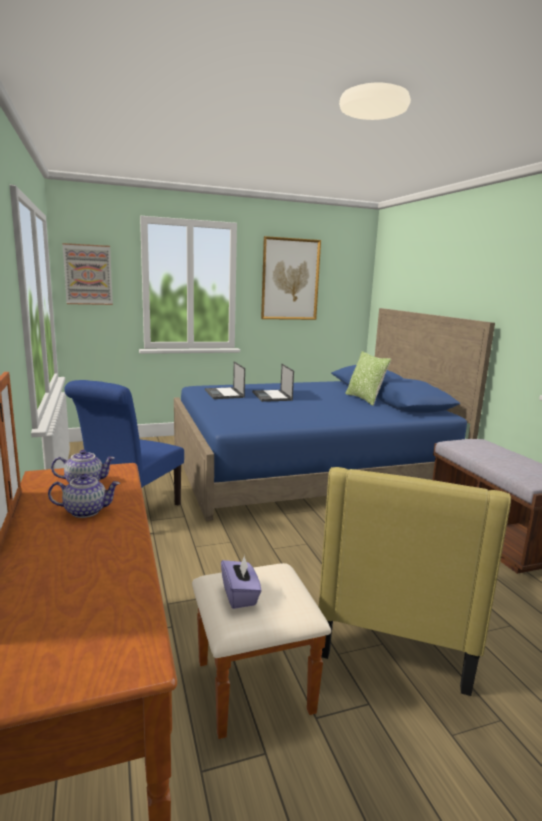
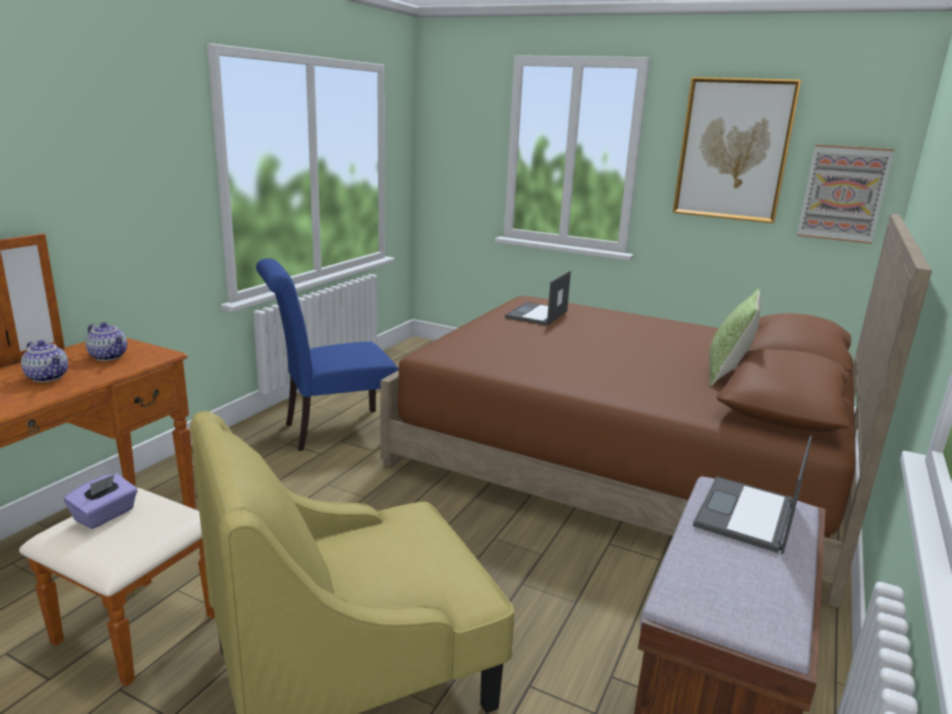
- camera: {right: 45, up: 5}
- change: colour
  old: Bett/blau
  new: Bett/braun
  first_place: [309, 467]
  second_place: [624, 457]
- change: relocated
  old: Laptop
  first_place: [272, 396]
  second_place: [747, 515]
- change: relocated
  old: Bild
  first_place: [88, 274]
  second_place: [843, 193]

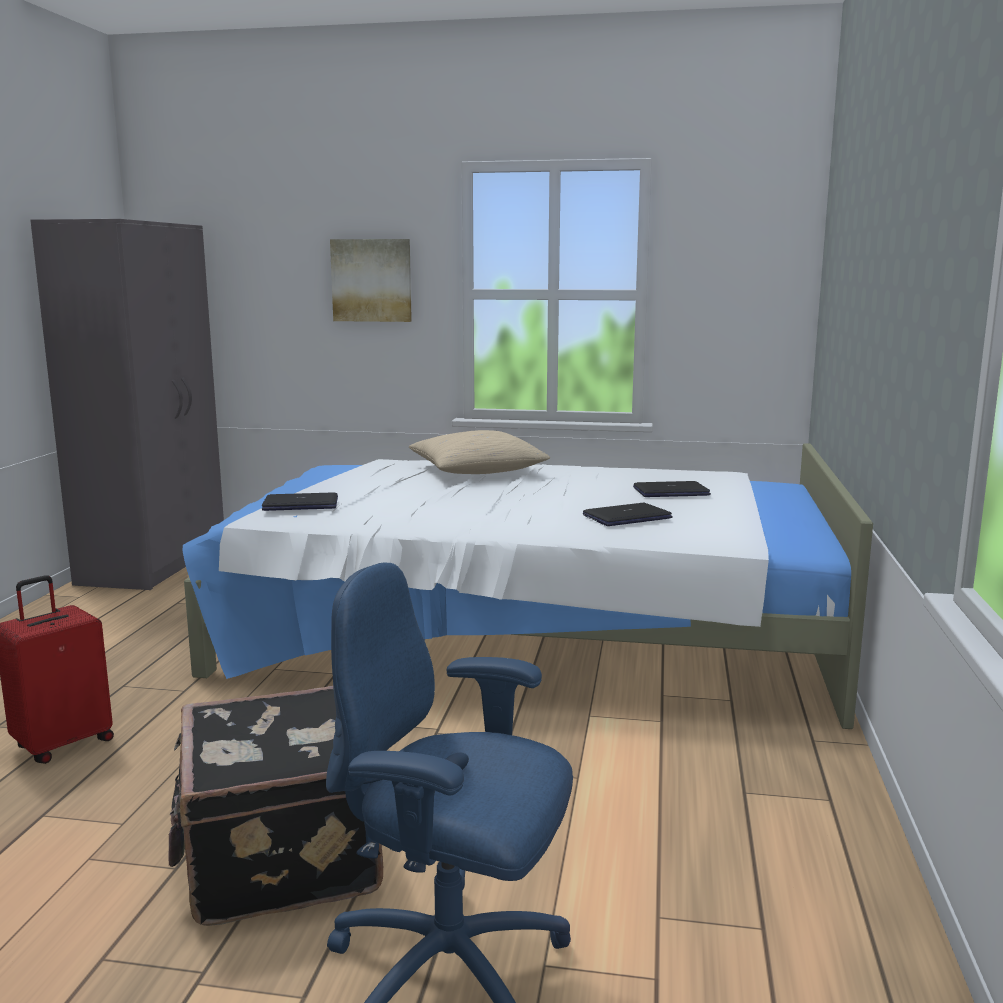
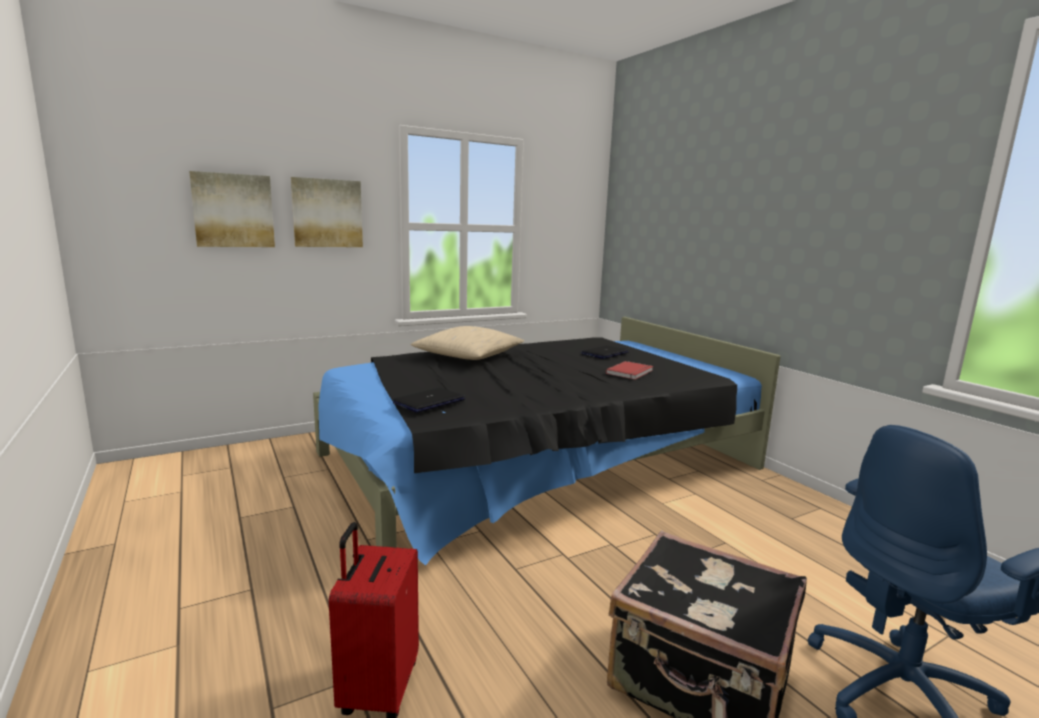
- camera: {right: -40, up: 0}
- change: appeared
  new: Bild
  second_place: [233, 210]
- change: colour
  old: Bett/weiß
  new: Bett/schwarz
  first_place: [525, 631]
  second_place: [537, 462]
- change: exchanged
  old: Laptop
  new: Buch/rot
  first_place: [627, 517]
  second_place: [631, 372]
- change: missing
  old: Kleiderschrank/grau
  first_place: [155, 563]

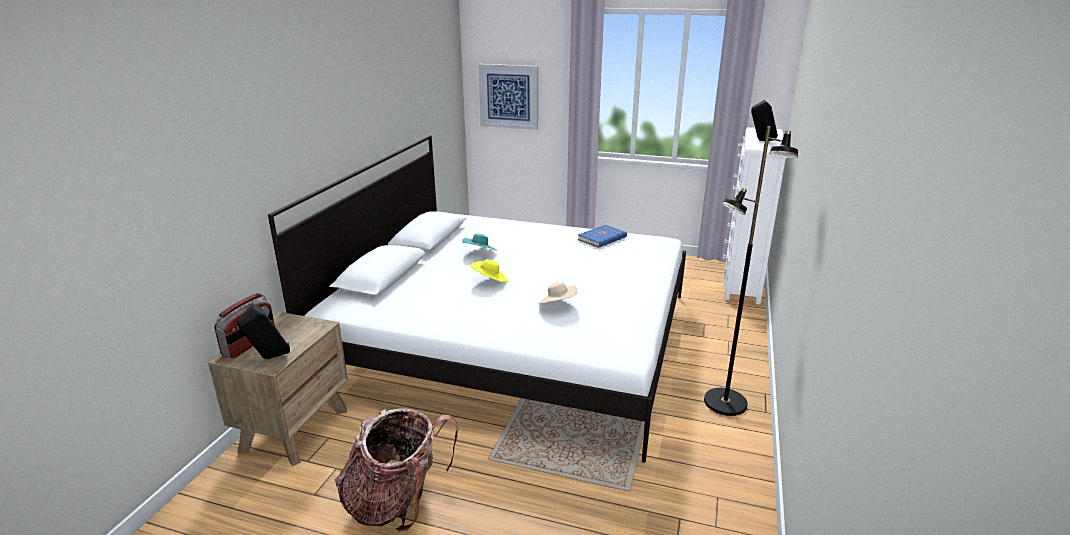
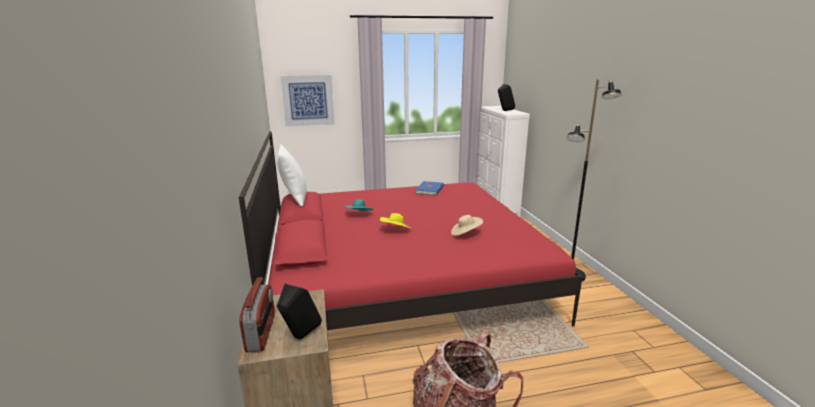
- camera: {right: -30, up: -5}
- change: colour
  old: Bett/weiß
  new: Bett/rot
  first_place: [514, 337]
  second_place: [401, 276]
- change: appeared
  new: Kissen/weiß
  second_place: [294, 198]

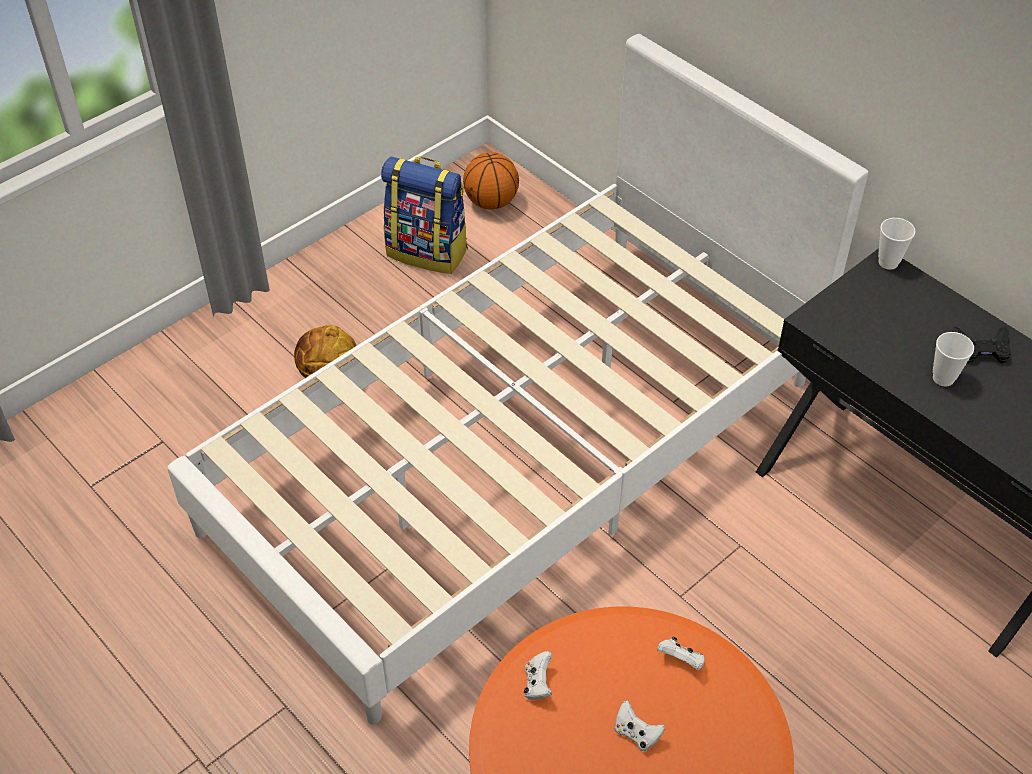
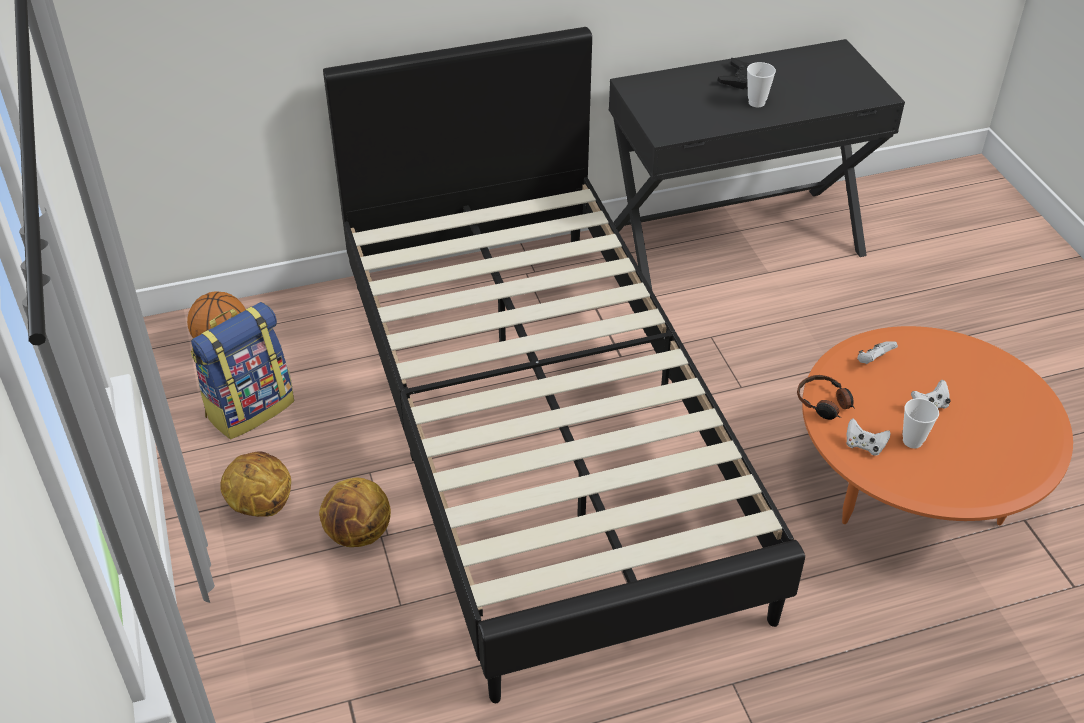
- camera: {right: -65, up: -5}
- change: appeared
  new: Basketball
  second_place: [260, 505]
- change: colour
  old: Bett/weiß
  new: Bett/schwarz
  first_place: [516, 453]
  second_place: [541, 431]
- change: appeared
  new: Kopfhörer
  second_place: [824, 403]
- change: relocated
  old: Tasse
  first_place: [888, 262]
  second_place: [912, 441]

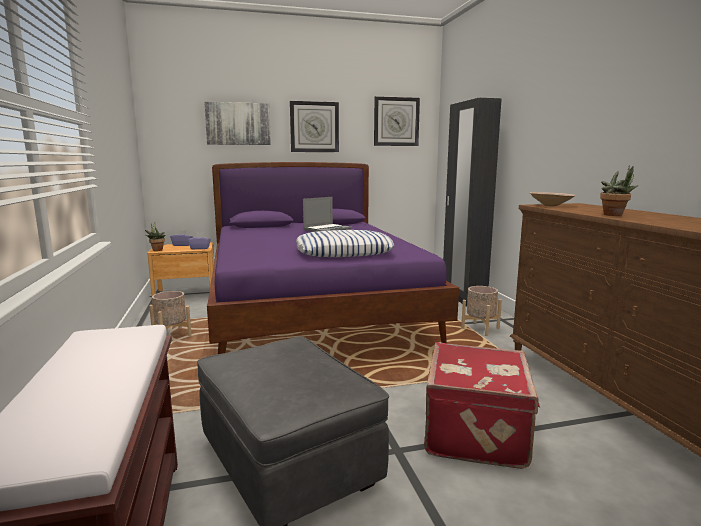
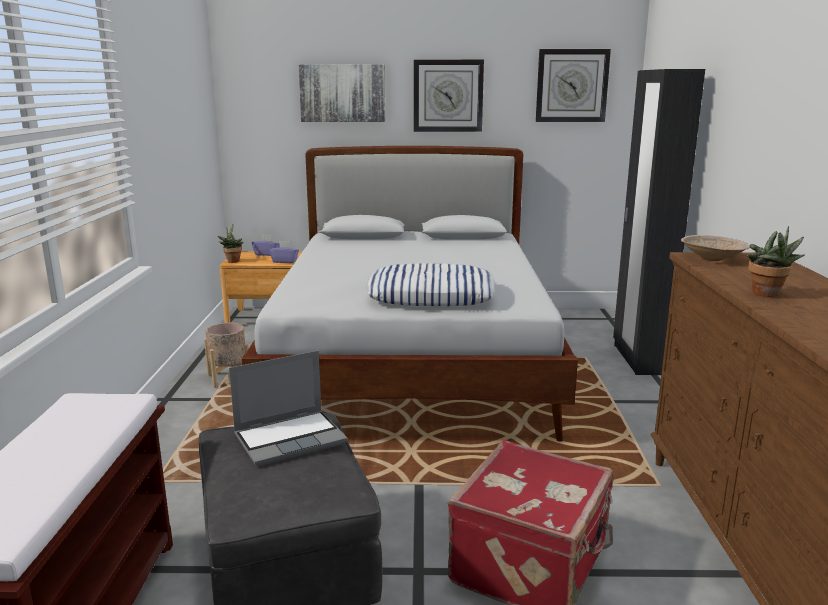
- camera: {right: 15, up: 5}
- change: relocated
  old: Laptop
  first_place: [327, 229]
  second_place: [291, 438]
- change: colour
  old: Bett/lila
  new: Bett/weiß
  first_place: [313, 313]
  second_place: [413, 362]
- change: missing
  old: Pflanzkübel/beige
  first_place: [480, 328]

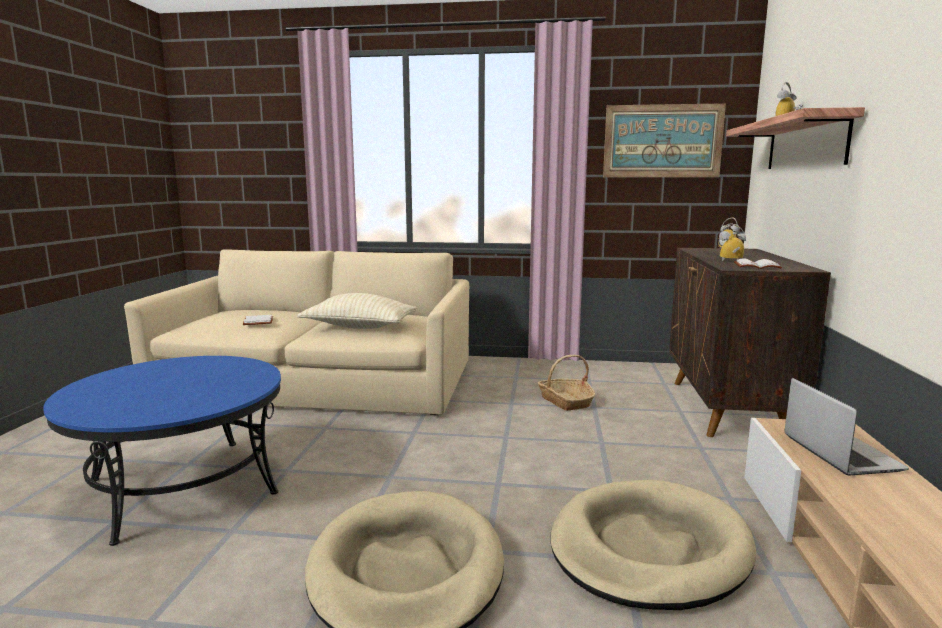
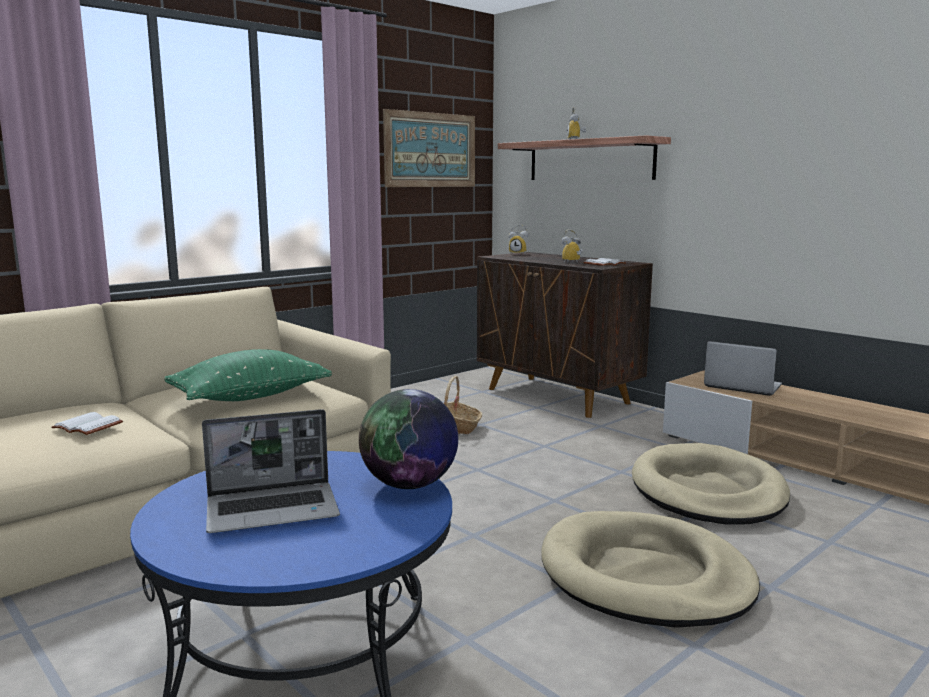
- camera: {right: -50, up: 0}
- change: colour
  old: Kissen/beige
  new: Kissen/grün
  first_place: [359, 327]
  second_place: [250, 397]
- change: appeared
  new: Laptop
  second_place: [274, 509]
- change: appeared
  new: Globus
  second_place: [409, 485]

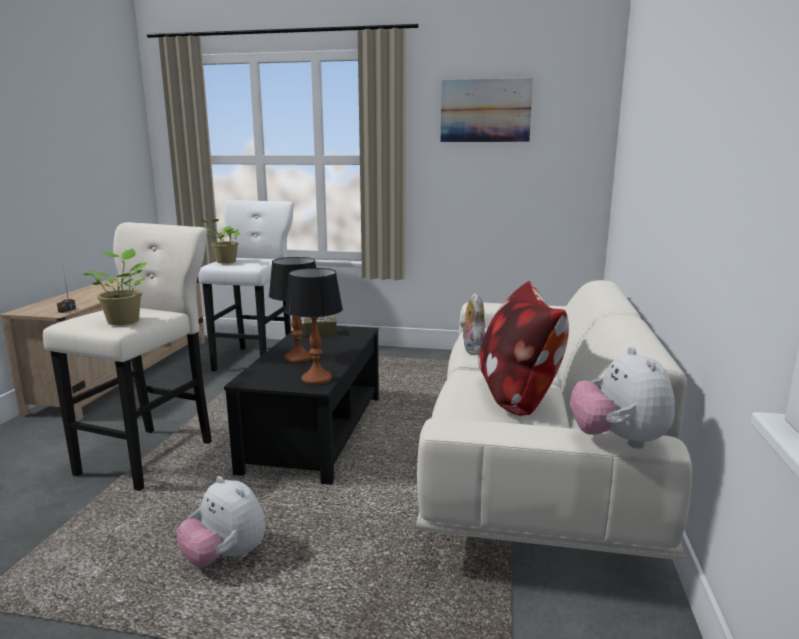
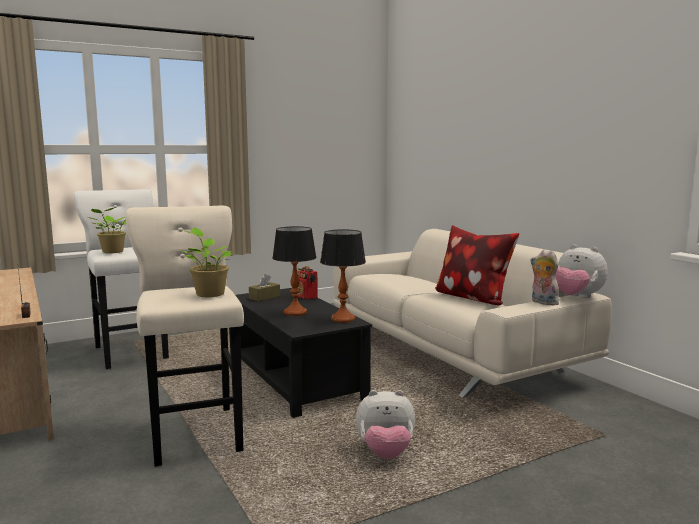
- camera: {right: -40, up: -5}
- change: appeared
  new: Radio
  second_place: [305, 297]
- change: relocated
  old: Plüschtier
  first_place: [472, 350]
  second_place: [542, 302]
- change: missing
  old: Bild
  first_place: [485, 111]

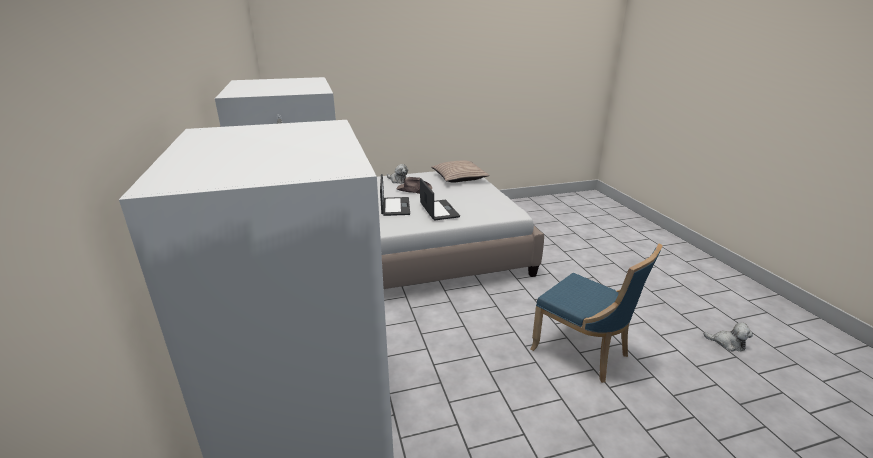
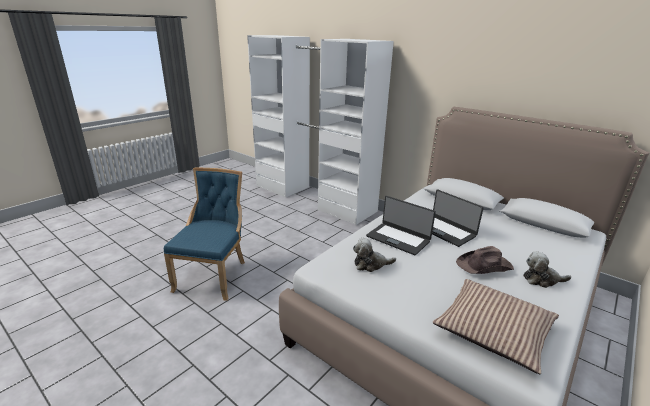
- camera: {right: 145, up: 0}
- change: spun
  old: Stuhl/blau
  first_place: [584, 352]
  second_place: [214, 275]
  degrees: 90
- change: relocated
  old: Plüschtier
  first_place: [727, 343]
  second_place: [370, 264]

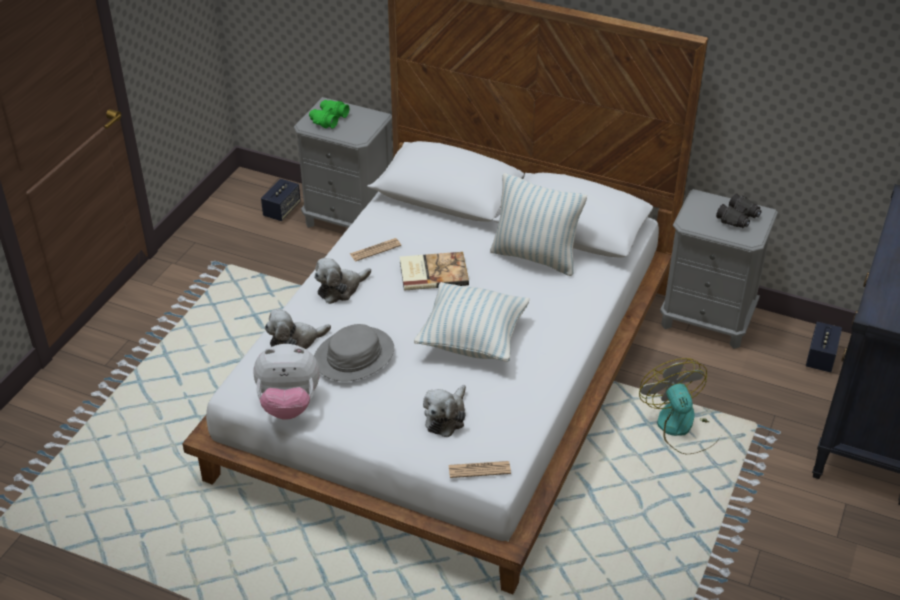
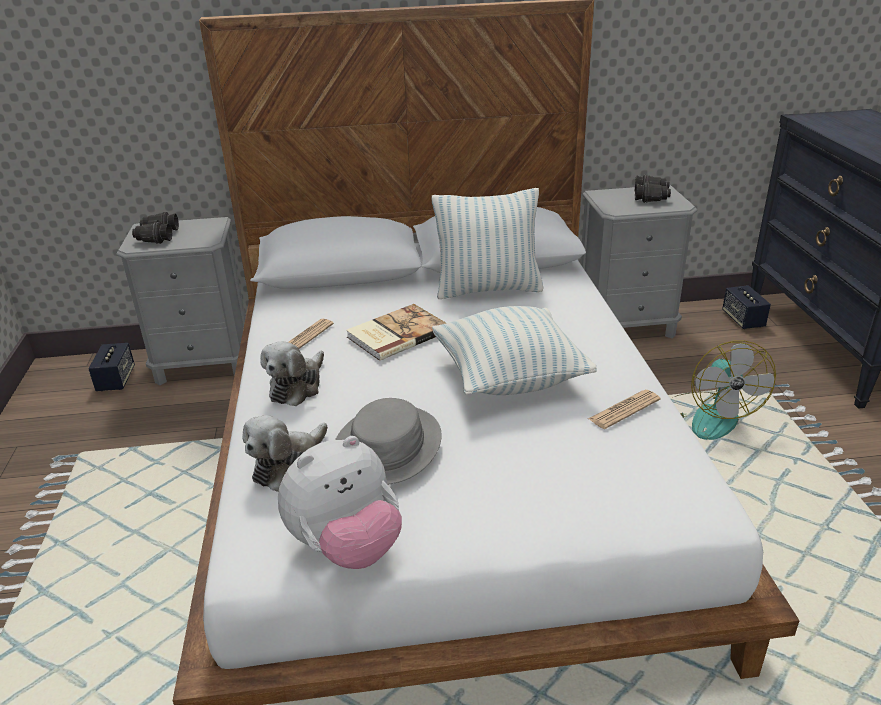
- camera: {right: -30, up: -10}
- change: colour
  old: Fernglas/grün
  new: Fernglas/schwarz
  first_place: [328, 119]
  second_place: [157, 236]
- change: relocated
  old: Zeitung
  first_place: [479, 470]
  second_place: [624, 410]
- change: spun
  old: Ventilator
  first_place: [681, 428]
  second_place: [708, 415]
  degrees: -135
- change: missing
  old: Plüschtier
  first_place: [446, 417]

